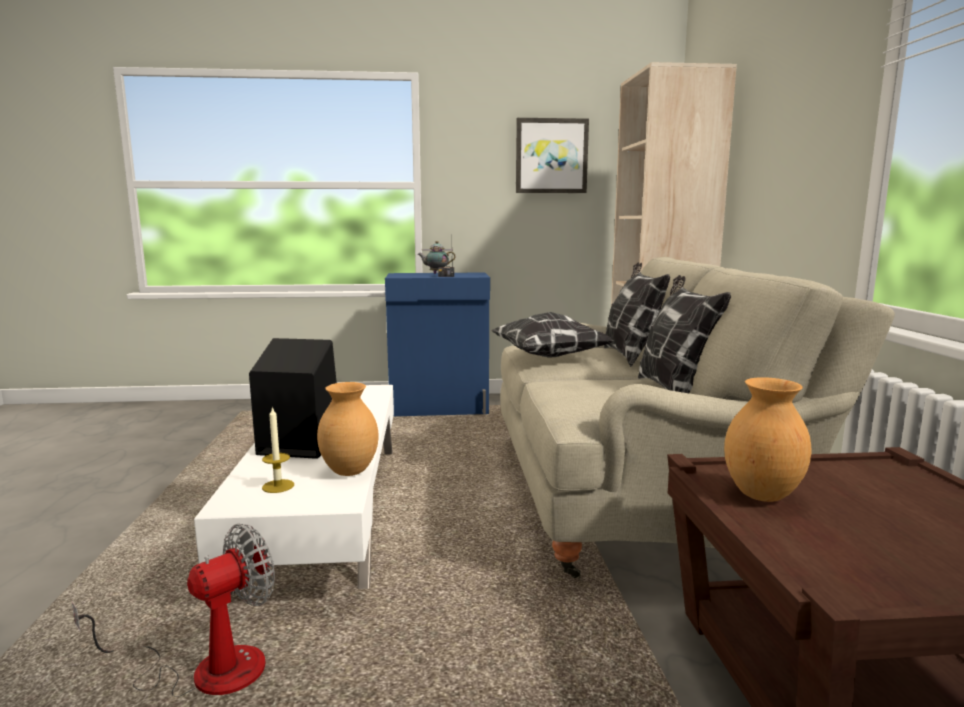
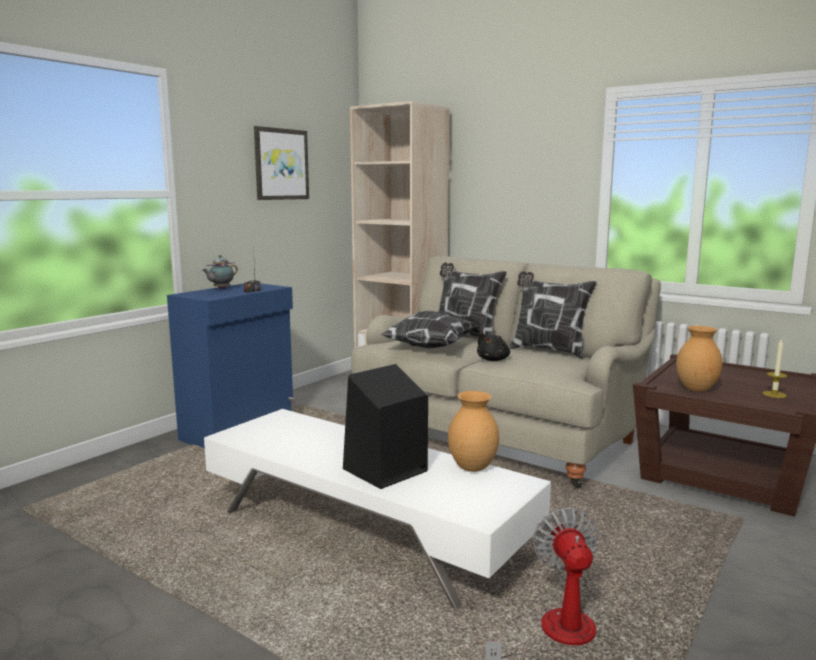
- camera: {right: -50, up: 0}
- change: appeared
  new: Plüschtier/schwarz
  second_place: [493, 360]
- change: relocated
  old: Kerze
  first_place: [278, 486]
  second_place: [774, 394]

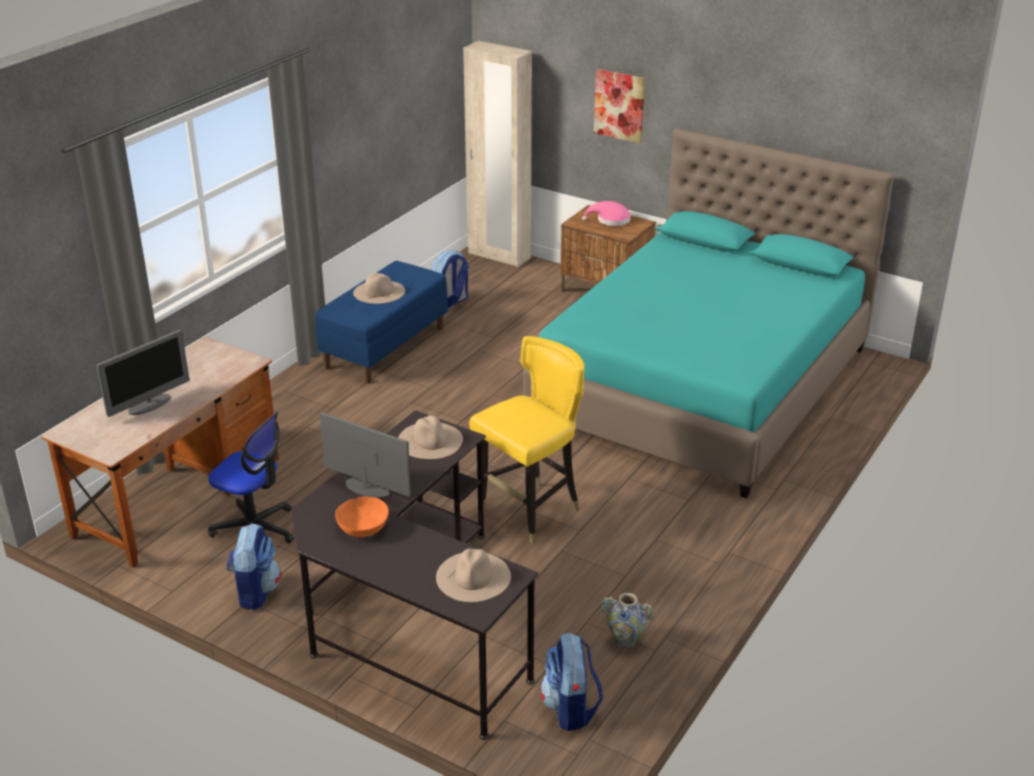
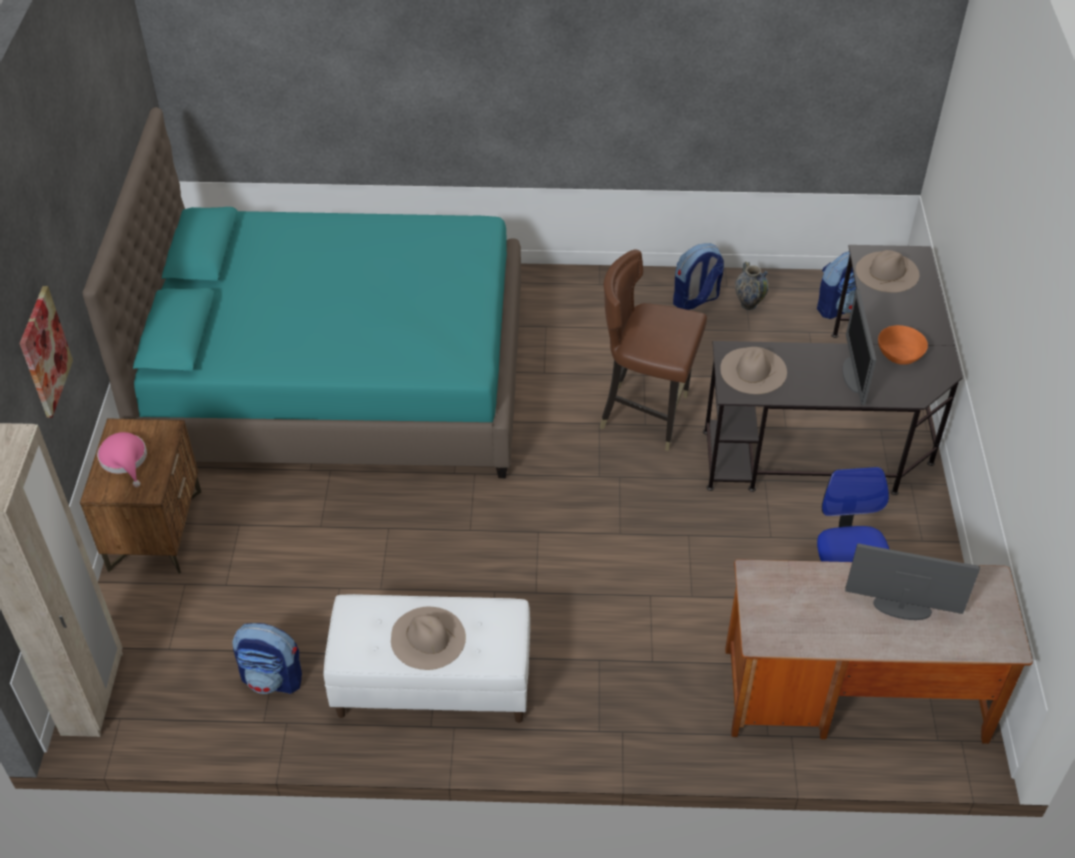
- camera: {right: -120, up: 15}
- change: colour
  old: Bank/blau
  new: Bank/weiß
  first_place: [385, 347]
  second_place: [432, 686]
- change: colour
  old: Stuhl/gelb
  new: Stuhl/braun
  first_place: [530, 512]
  second_place: [646, 415]
- change: relocated
  old: Rucksack
  first_place: [255, 591]
  second_place: [695, 300]

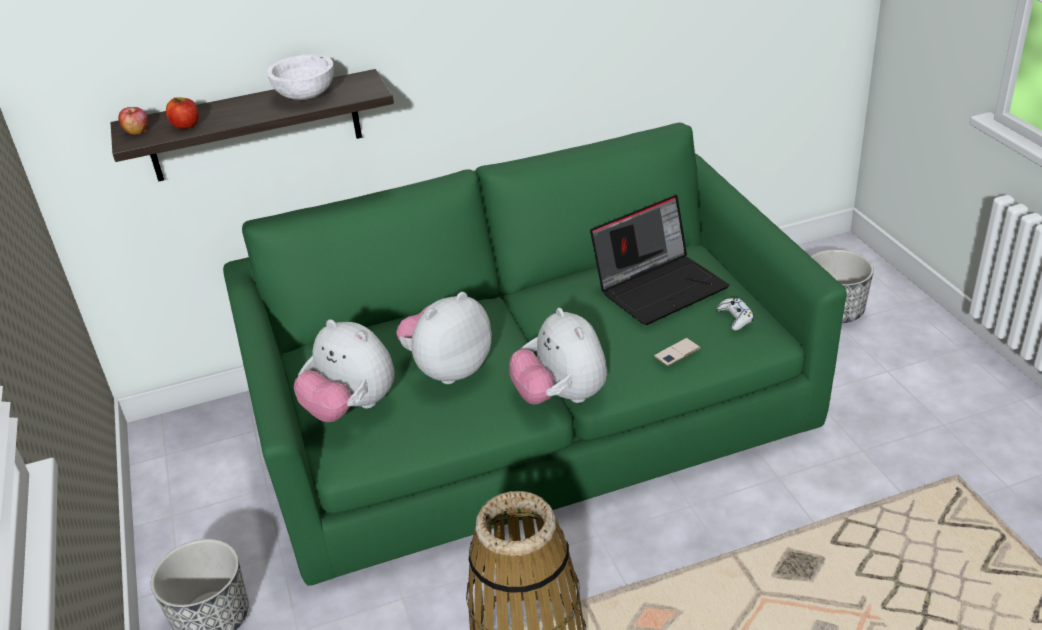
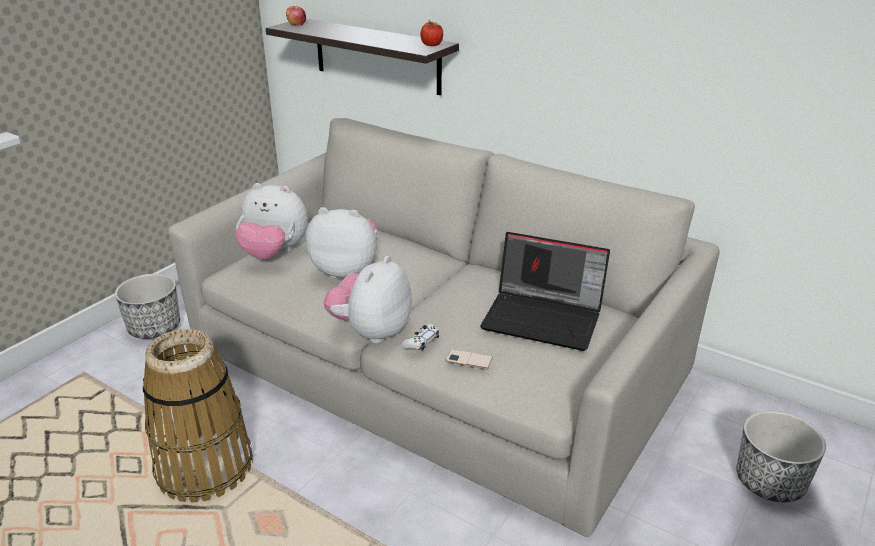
- camera: {right: 50, up: -5}
- change: colour
  old: Sofa/grün
  new: Sofa/grau
  first_place: [531, 411]
  second_place: [439, 362]
- change: spun
  old: Plüschtier
  first_place: [351, 408]
  second_place: [274, 253]
  degrees: -75
- change: relocated
  old: Gamepad/weiß
  first_place: [735, 318]
  second_place: [421, 342]
- change: relocated
  old: Apfel
  first_place: [186, 125]
  second_place: [431, 45]
- change: missing
  old: Schüssel/weiß
  first_place: [305, 95]

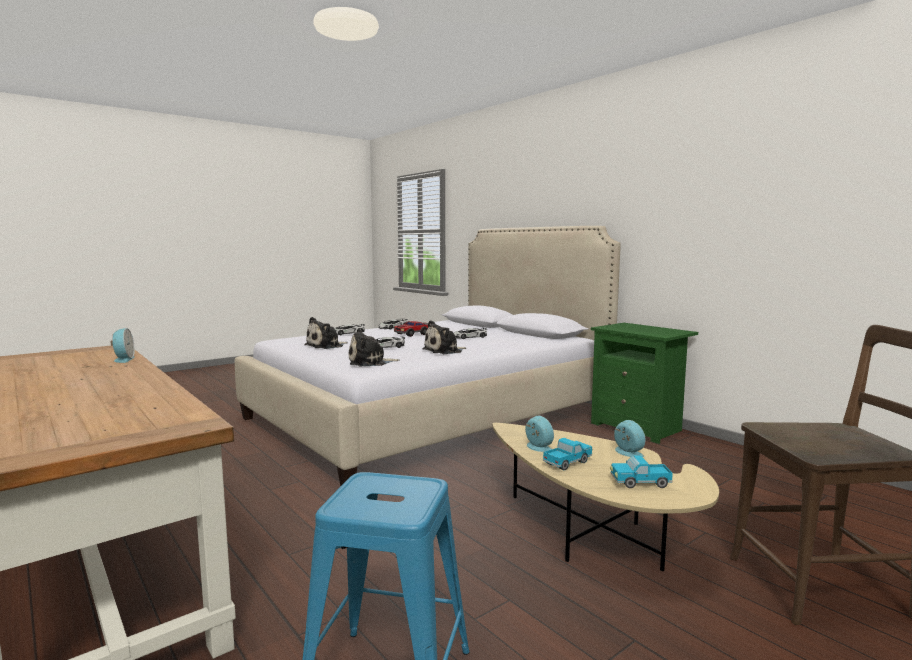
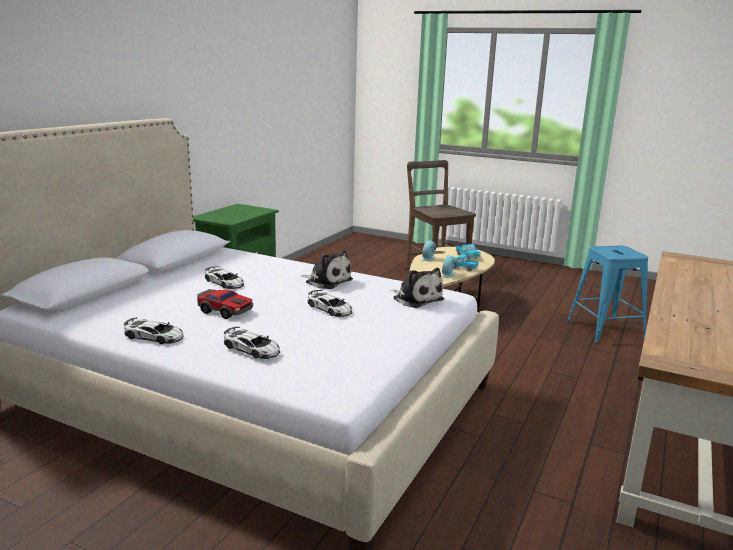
- camera: {right: -115, up: 10}
- change: missing
  old: Wecker
  first_place: [123, 359]
- change: missing
  old: Plüschtier
  first_place: [326, 346]

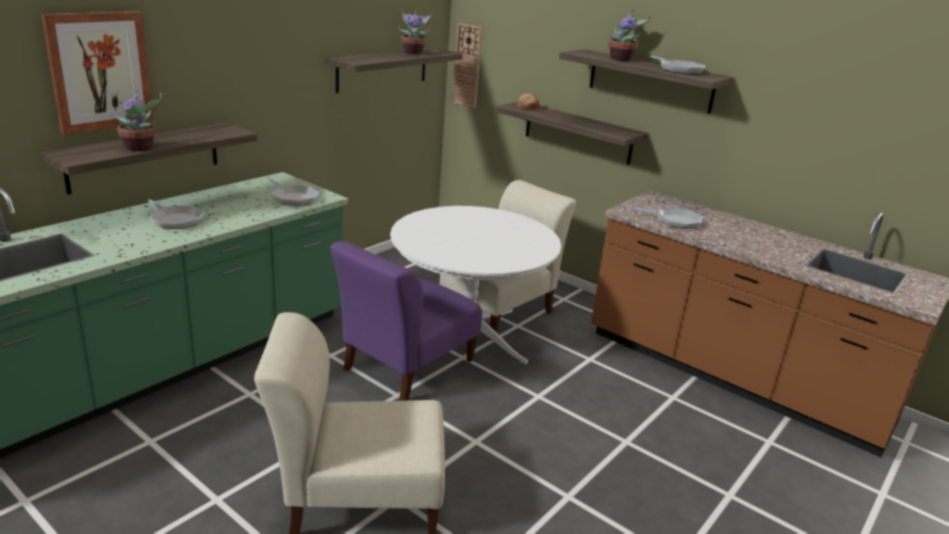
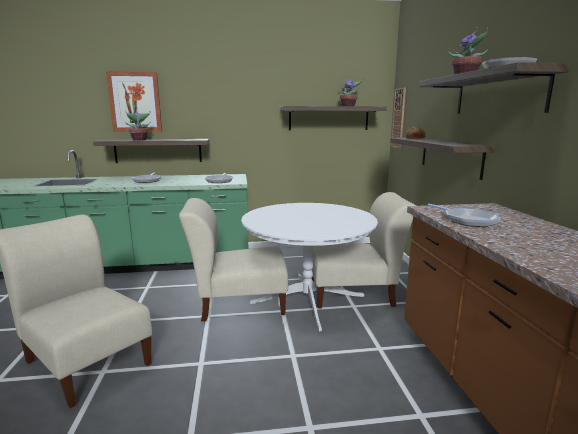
- camera: {right: 45, up: -10}
- change: colour
  old: Stuhl/lila
  new: Stuhl/beige
  first_place: [405, 367]
  second_place: [238, 303]

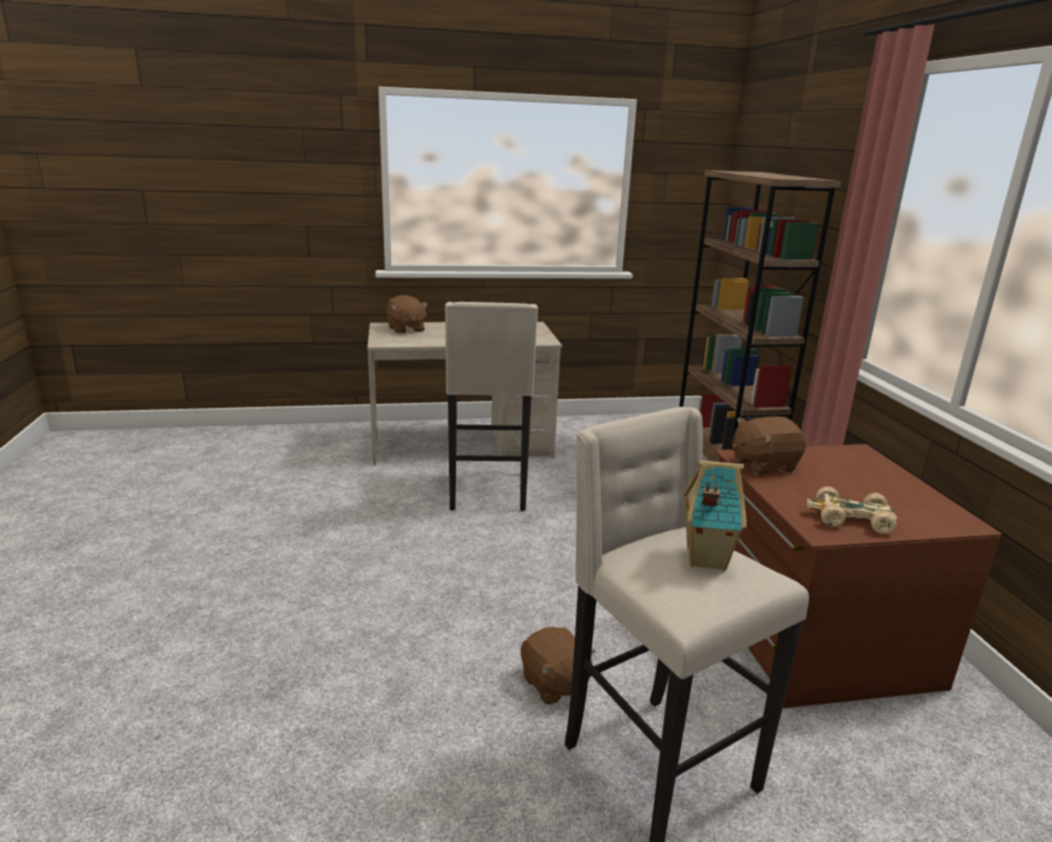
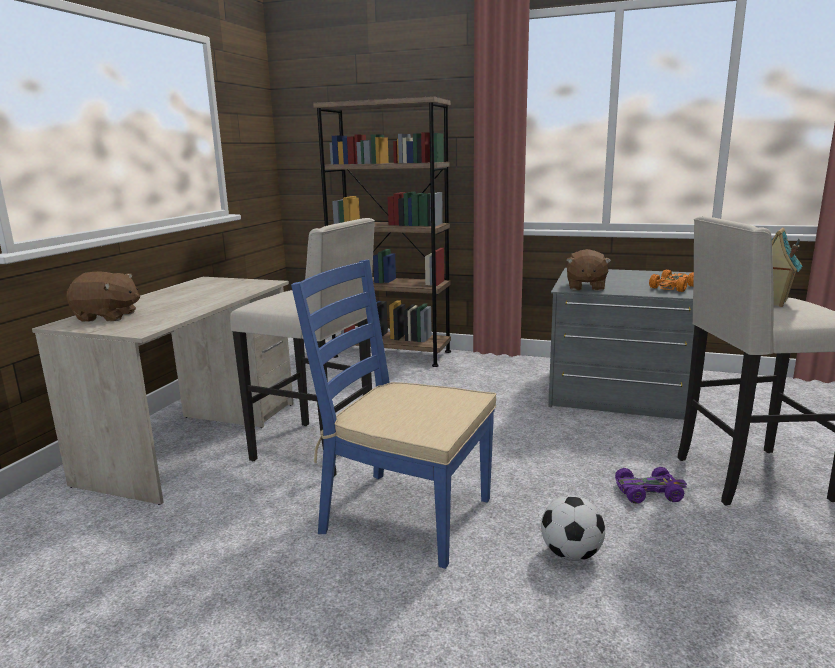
- camera: {right: -60, up: -5}
- change: appeared
  new: Stuhl/blau
  second_place: [405, 515]
- change: appeared
  new: Fußball
  second_place: [571, 554]
- change: colour
  old: Kommode/braun
  new: Kommode/grau
  first_place: [810, 633]
  second_place: [619, 392]
- change: exchanged
  old: Plüschtier/braun
  new: Spielzeugauto/lila
  first_place: [554, 684]
  second_place: [649, 492]
- change: colour
  old: Spielzeugauto/beige
  new: Spielzeugauto/orange
  first_place: [850, 519]
  second_place: [673, 287]

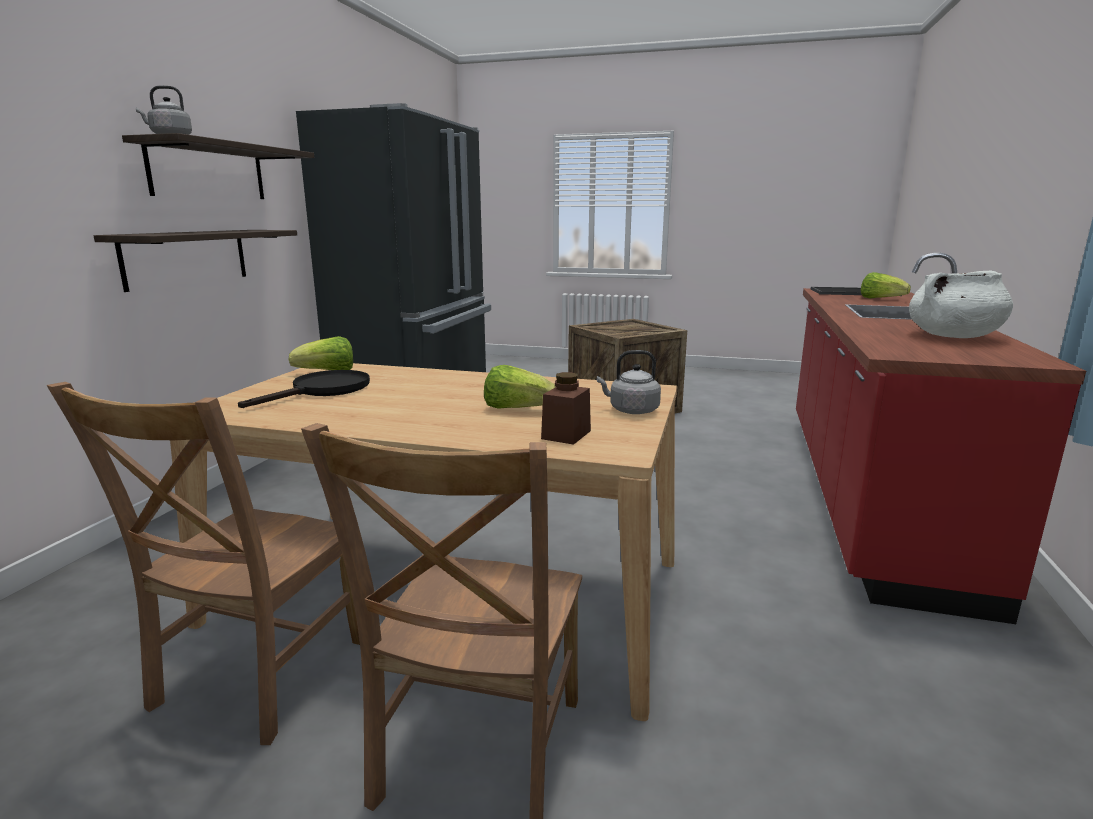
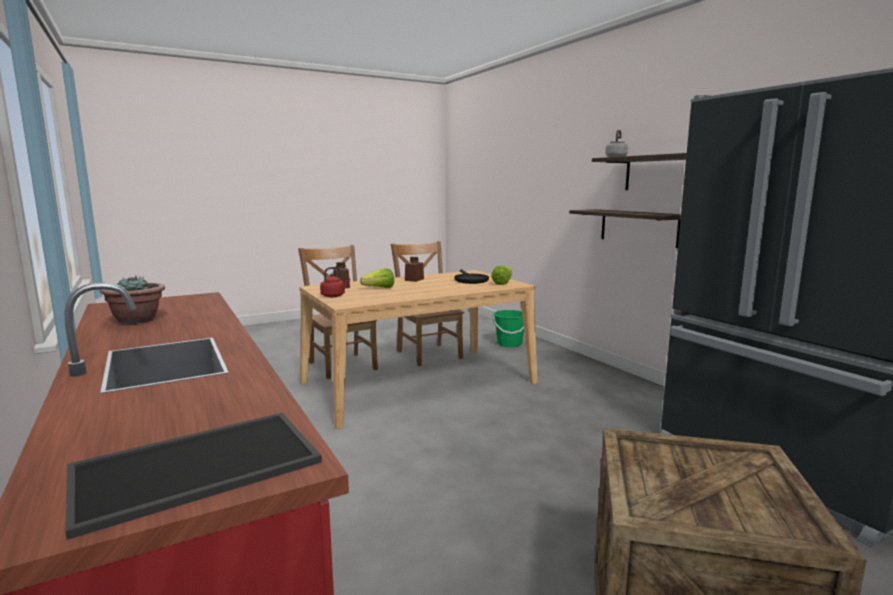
- camera: {right: 135, up: -5}
- change: exchanged
  old: Kochtopf/weiß
  new: Topfpflanze
  first_place: [953, 336]
  second_place: [137, 321]
- change: colour
  old: Wasserkessel/grau
  new: Wasserkessel/rot
  first_place: [631, 410]
  second_place: [334, 296]
- change: appeared
  new: Vorratsglas/braun
  second_place: [414, 279]
- change: appeared
  new: Eimer/grün
  second_place: [509, 344]
- change: missing
  old: Salatkopf
  first_place: [880, 299]

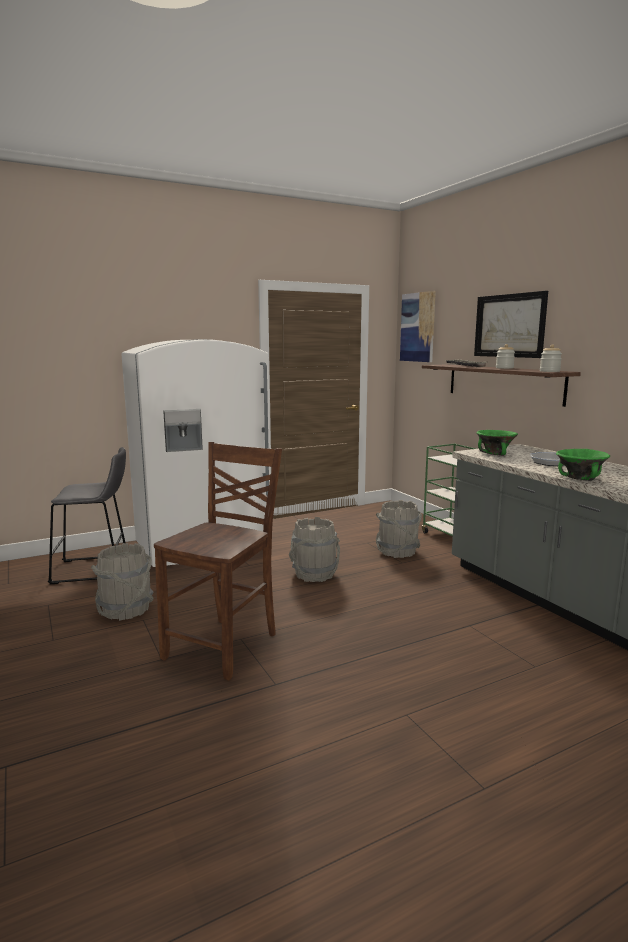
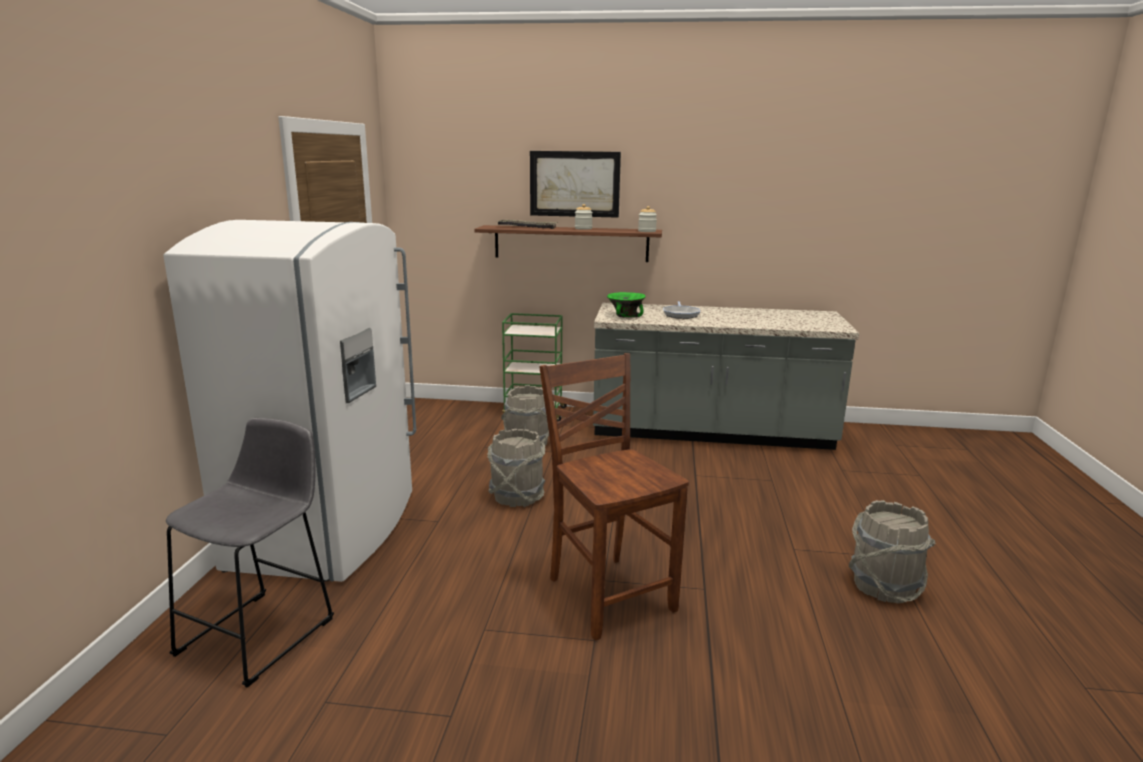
- camera: {right: -55, up: 5}
- change: relocated
  old: Eimer/grau
  first_place: [126, 610]
  second_place: [883, 586]
- change: missing
  old: Bild
  first_place: [417, 327]
- change: missing
  old: Schüssel/grün
  first_place: [580, 478]

